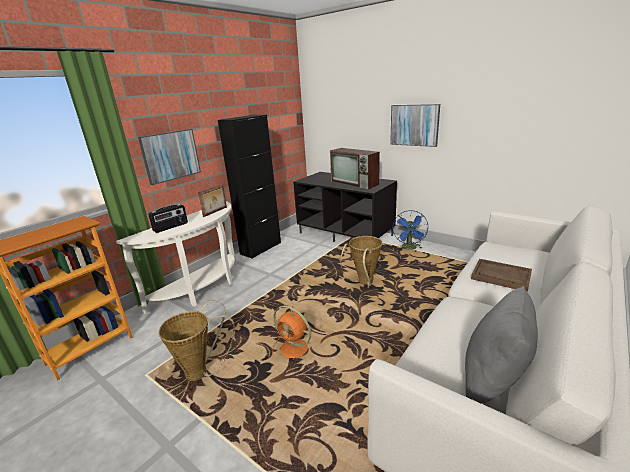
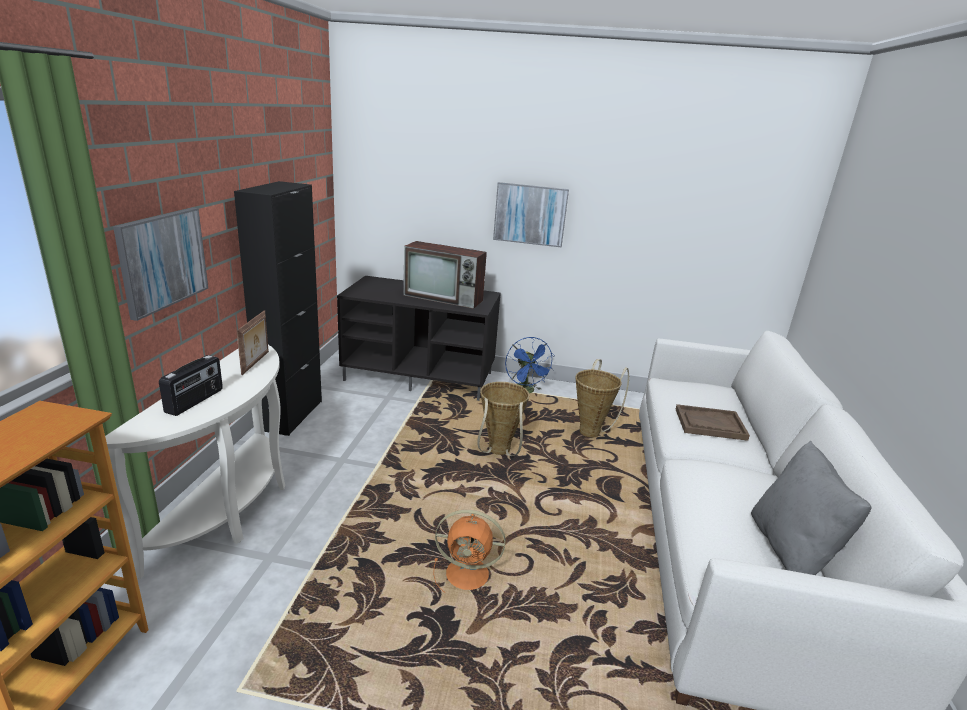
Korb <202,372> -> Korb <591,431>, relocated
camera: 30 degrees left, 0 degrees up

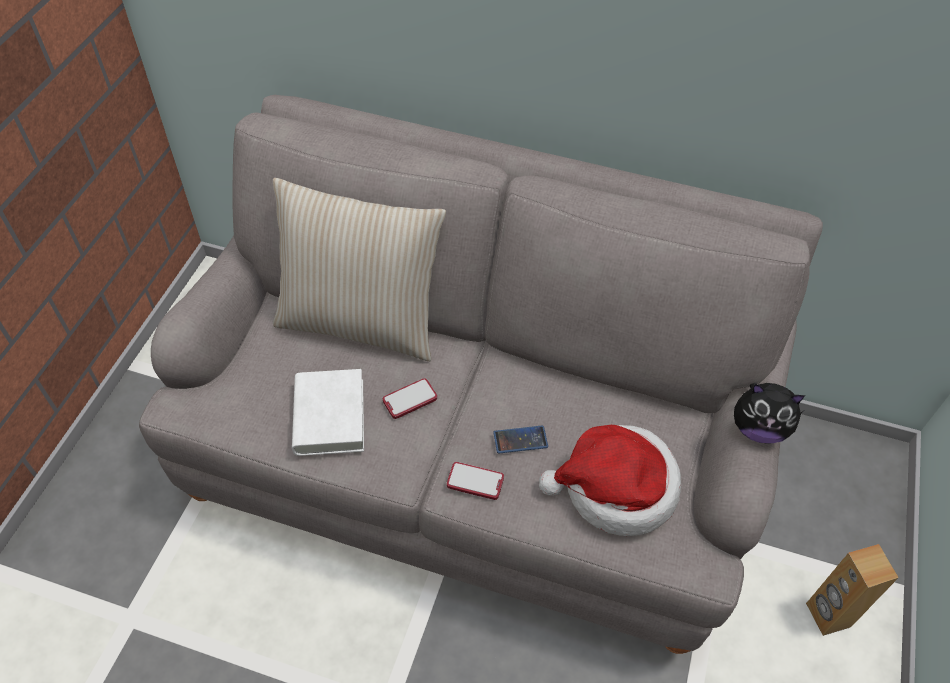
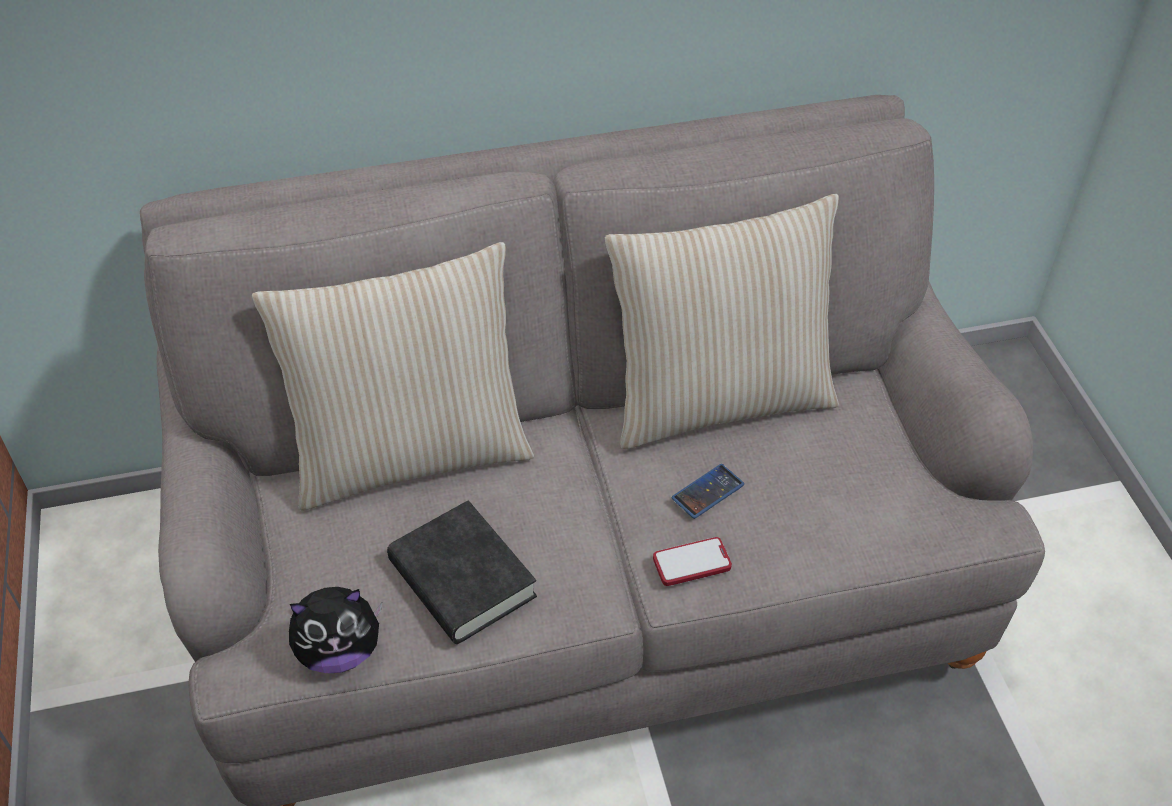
Handy <410,399> -> none
Hut <616,489> -> none
Lautsprecher/braun <827,615> -> none
none -> Kissen/beige <718,399>
Plüschtier <758,428> -> Plüschtier <339,651>, relocated
Buch/weiß <329,417> -> Buch/schwarz <462,579>
camera: 30 degrees left, 5 degrees down

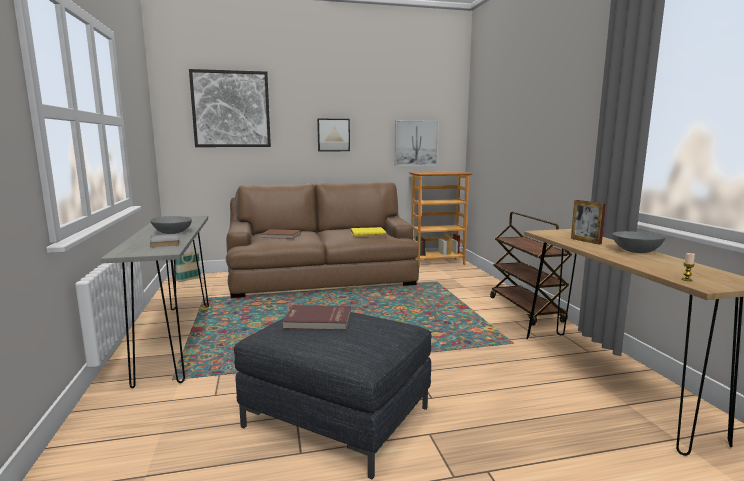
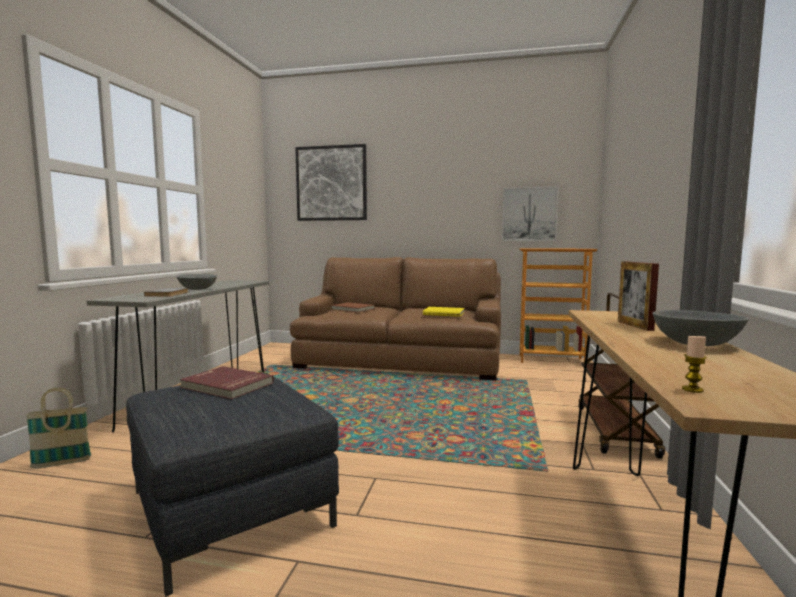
Bild <333,135> -> none
Korb <189,279> -> Korb <62,463>, relocated
camera: 25 degrees right, 5 degrees down

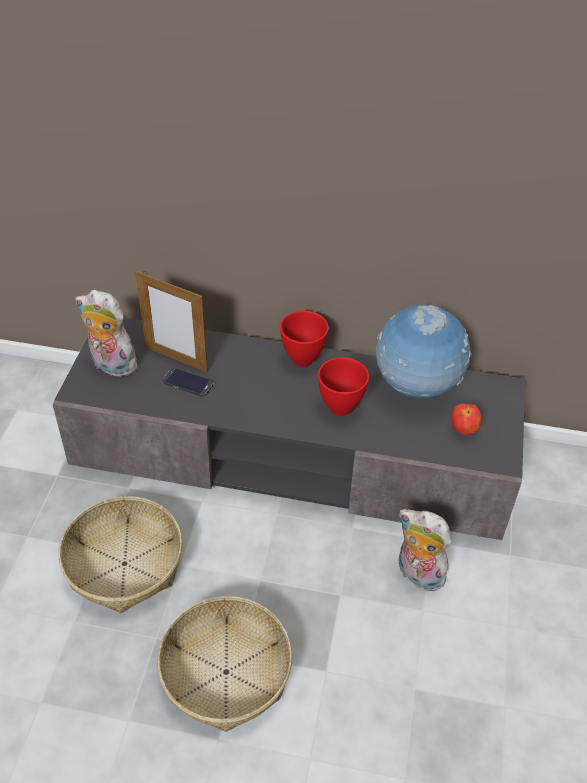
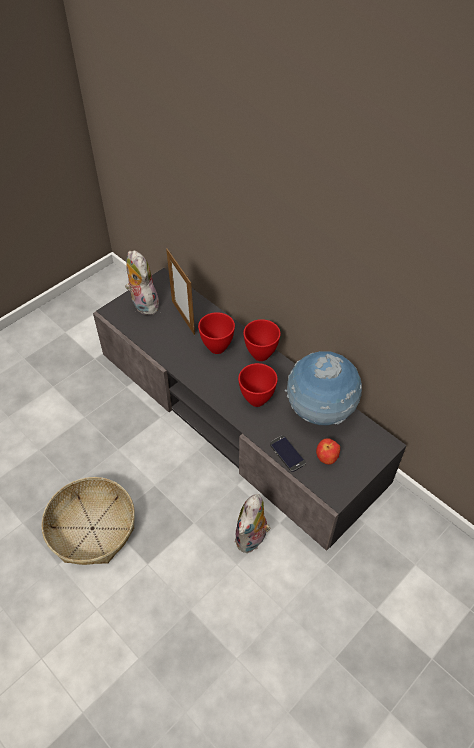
Korb <124,563> -> none
none -> Schüssel/rot <216,348>
Handy <188,382> -> Handy <287,453>, relocated
Plüschtier <417,574> -> Plüschtier <252,539>, 135 degrees counterclockwise
camera: 35 degrees right, 5 degrees up

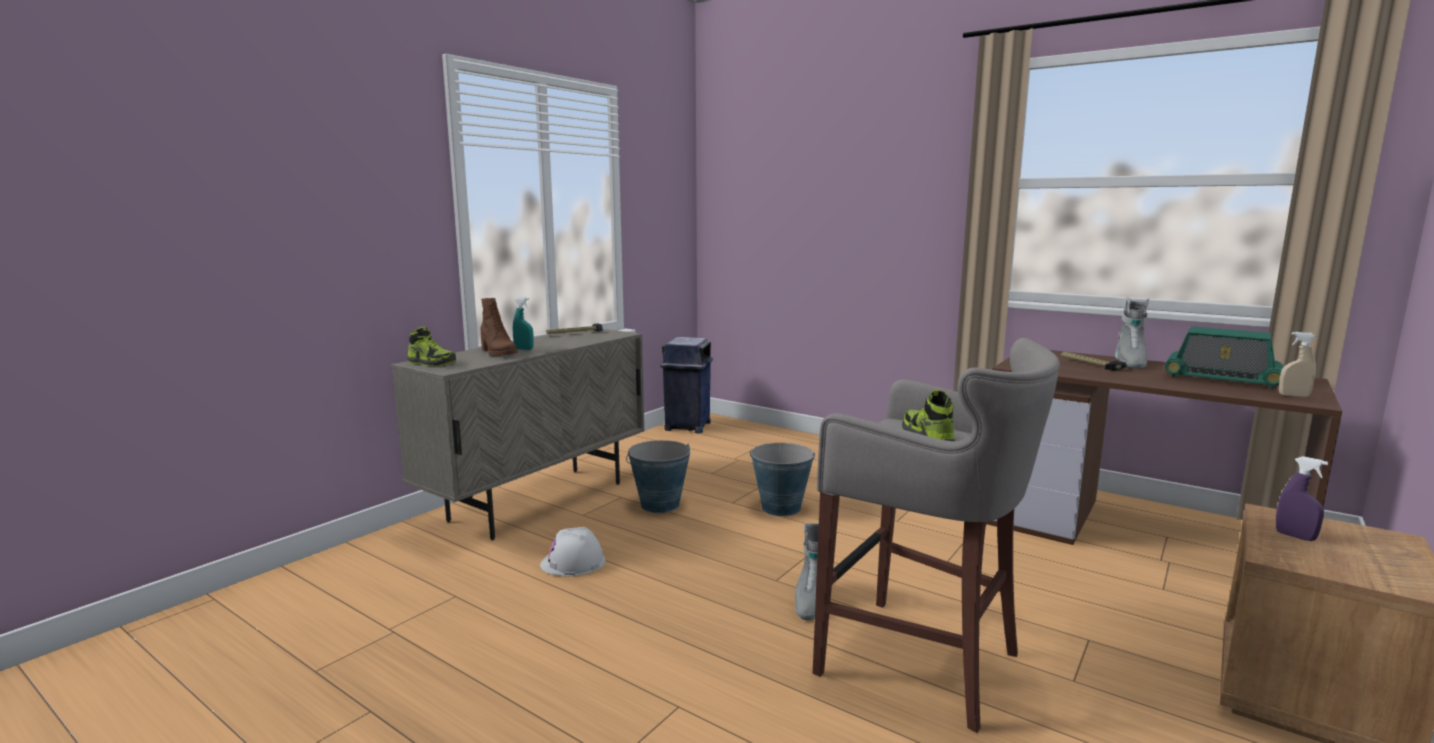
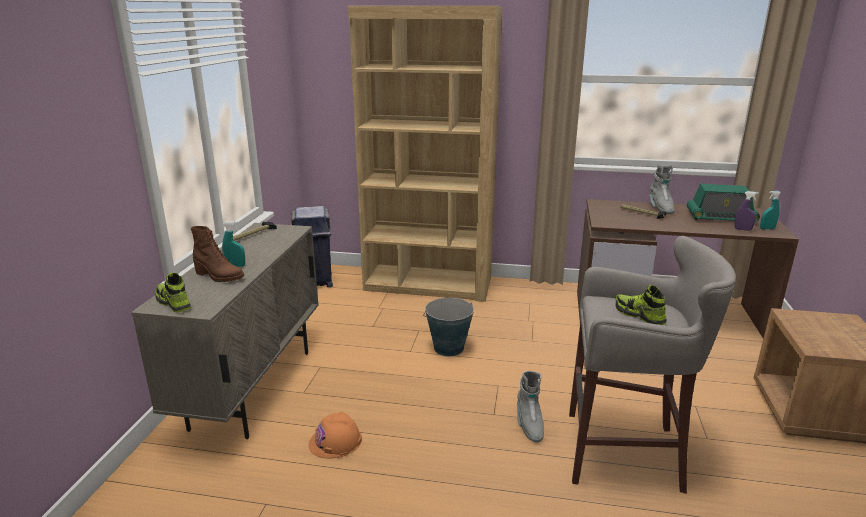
Eimer <659,505> -> none
none -> Bücherregal/braun <428,285>
Sprühflasche/lila <1295,536> -> Sprühflasche/lila <743,229>, relocated
Schutzhelm/weiß <573,562> -> Schutzhelm/orange <335,441>
Sprühflasche/beige <1293,396> -> Sprühflasche/türkis <767,229>
Schuh <432,363> -> Schuh <173,303>, 135 degrees counterclockwise
camera: 25 degrees left, 10 degrees up

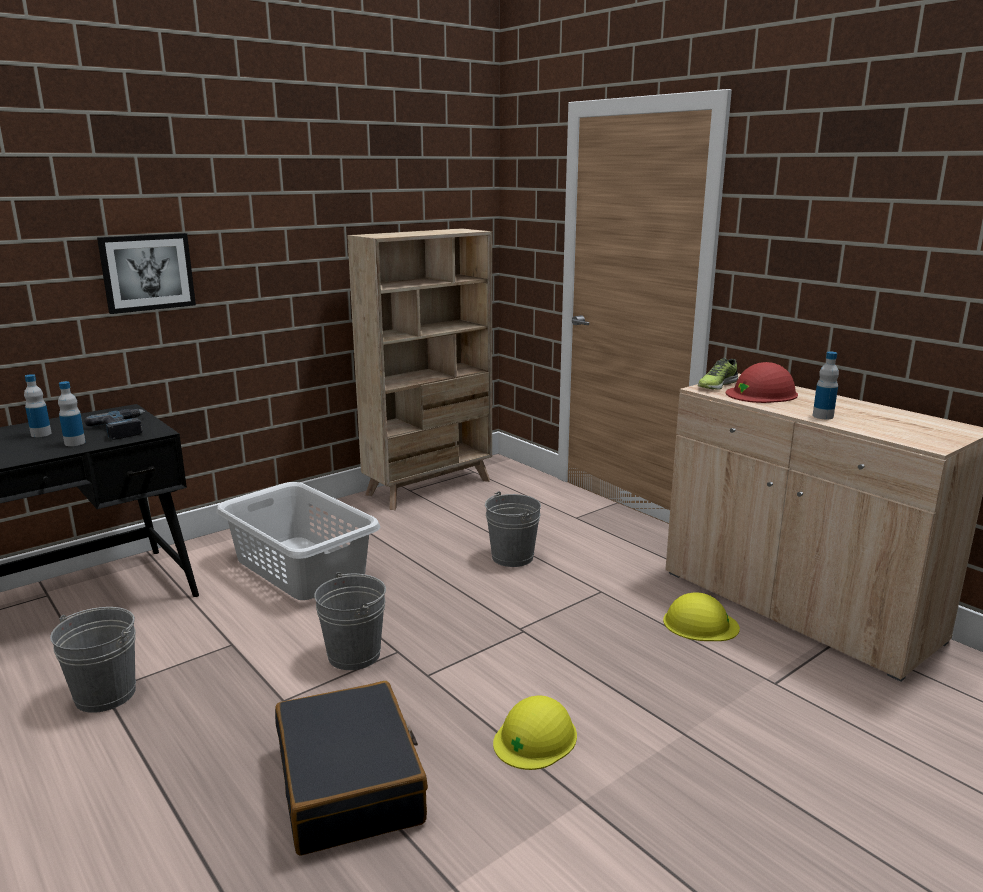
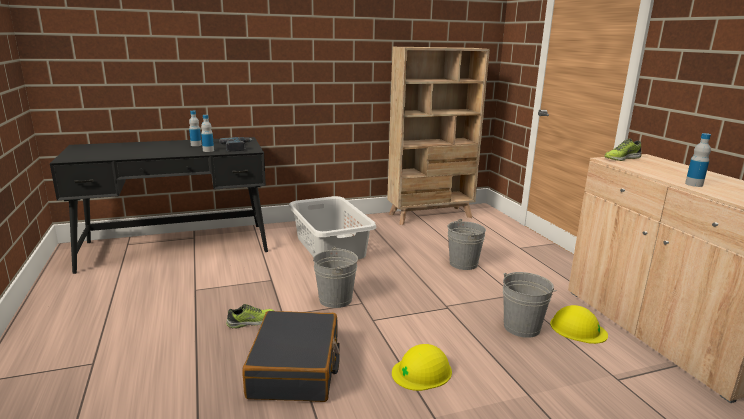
Bild <147,272> -> none
Schutzhelm/rot <762,394> -> none
none -> Schuh <251,322>
Eimer/grau <105,694> -> Eimer/grau <522,327>, relocated
camera: 20 degrees right, 0 degrees up

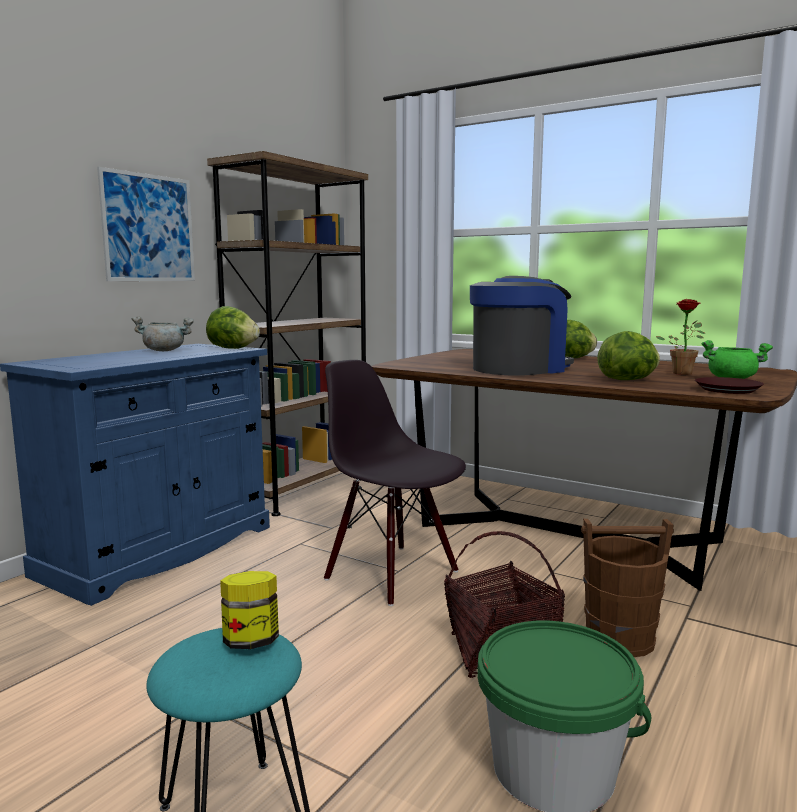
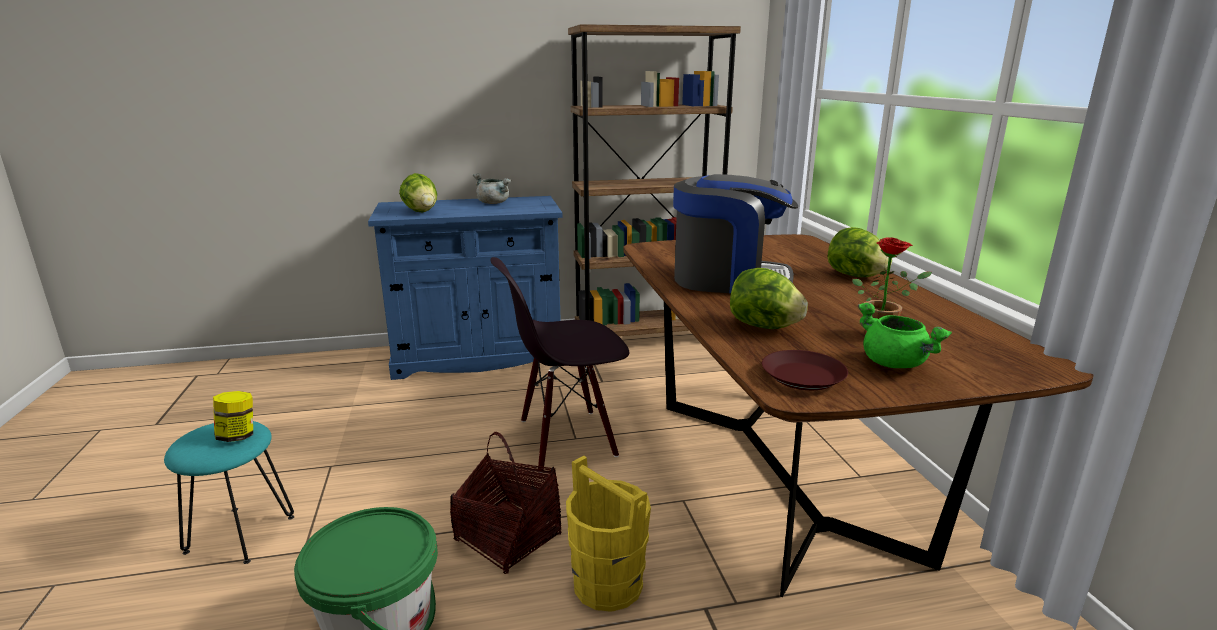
Bild <148,228> -> none
Salatkopf <232,348> -> Salatkopf <421,211>, relocated
Eimer/braun <620,639> -> Eimer/gelb <608,585>
Stuhl/schwarz <393,574> -> Stuhl/schwarz <566,439>, 105 degrees counterclockwise
camera: 45 degrees right, 10 degrees up

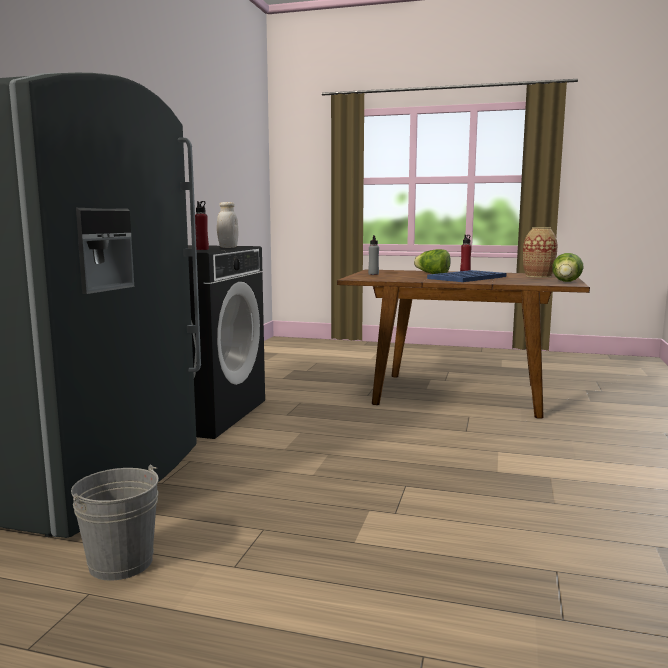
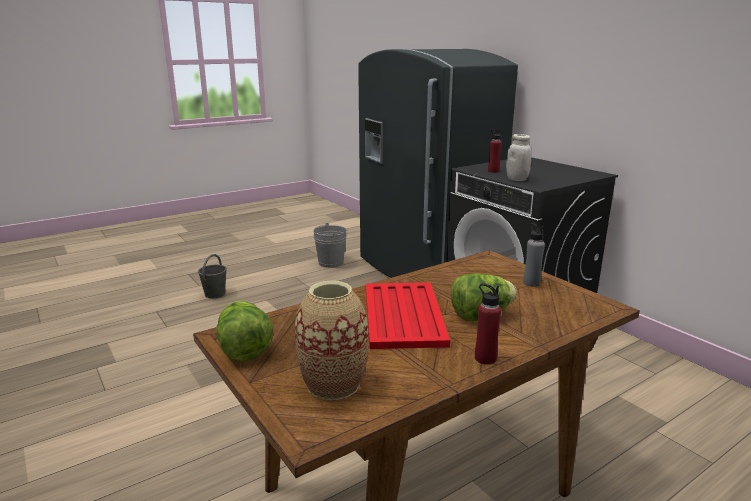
none -> Eimer/grau <215,294>
Tablett/blau <466,278> -> Tablett/rot <403,314>
camera: 130 degrees right, 10 degrees up

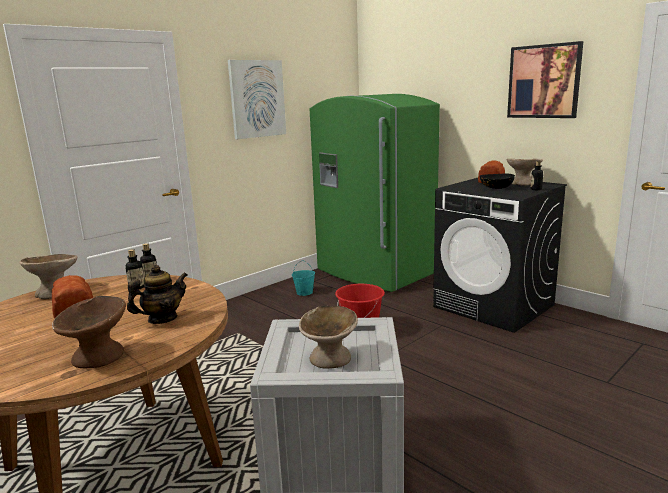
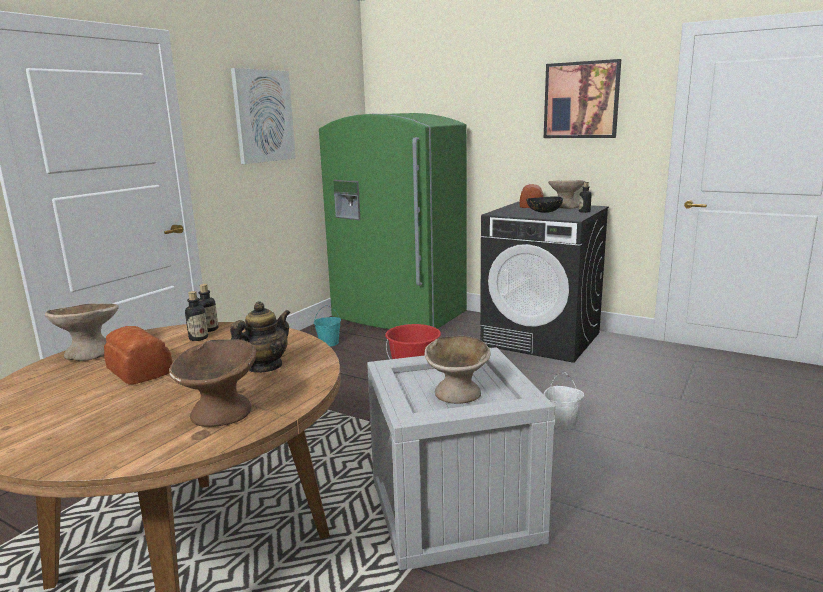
none -> Eimer/weiß <562,423>
camera: 15 degrees left, 0 degrees up

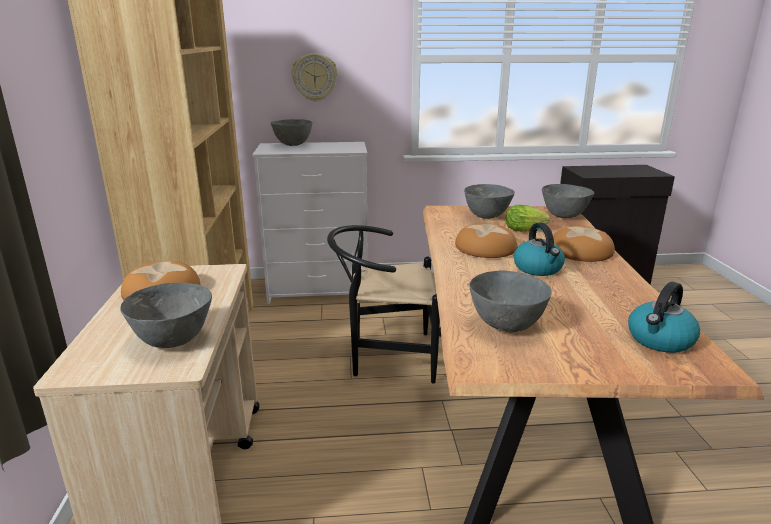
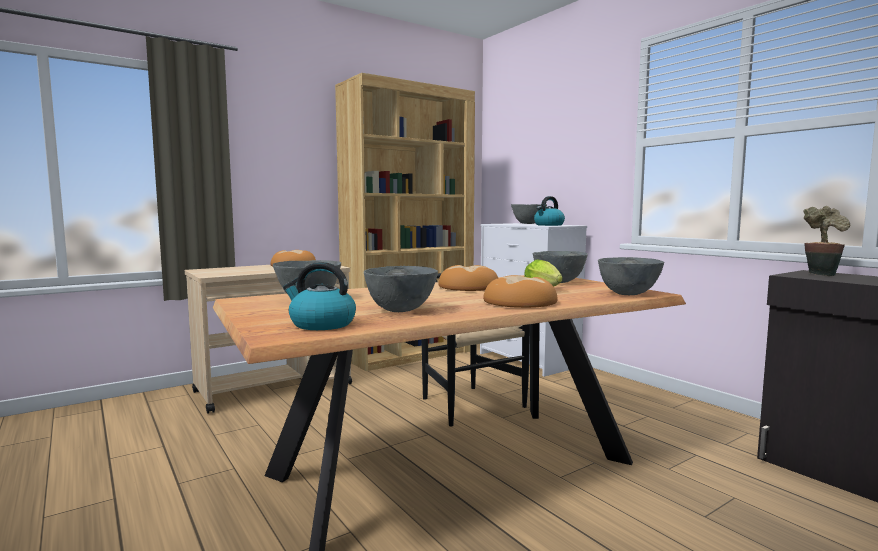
Wanduhr <314,77> -> none
none -> Topfpflanze <820,274>
Schüssel/grau <173,341> -> Schüssel/grau <400,310>, relocated
Wasserkessel <538,268> -> Wasserkessel <548,225>, relocated
camera: 60 degrees right, 15 degrees down

